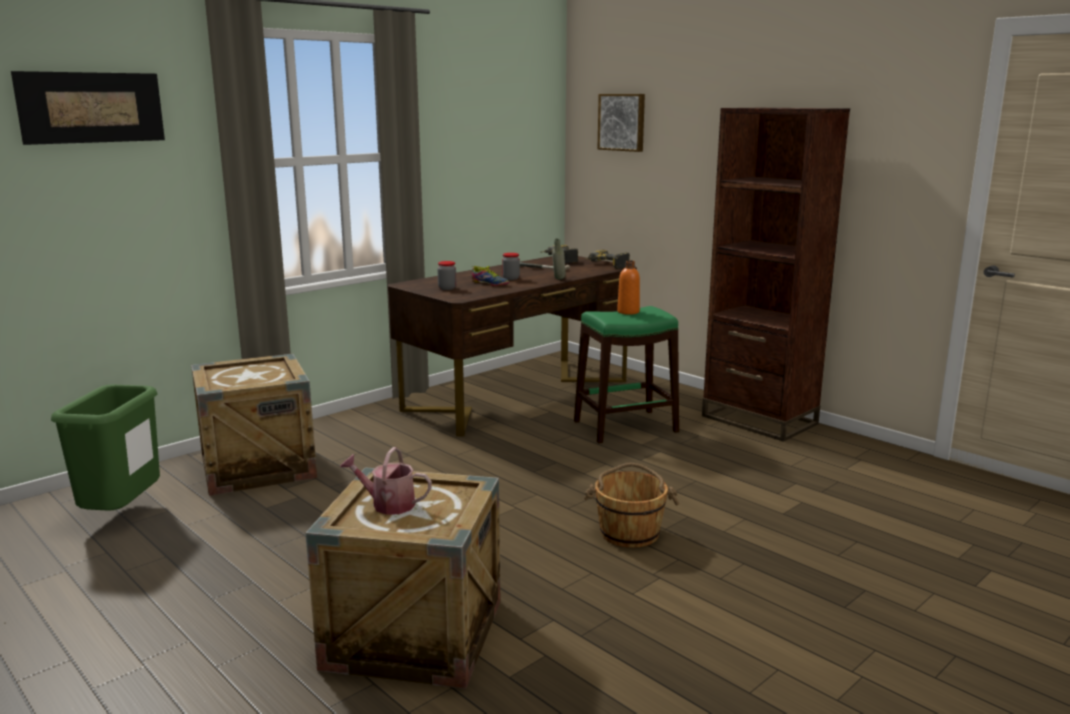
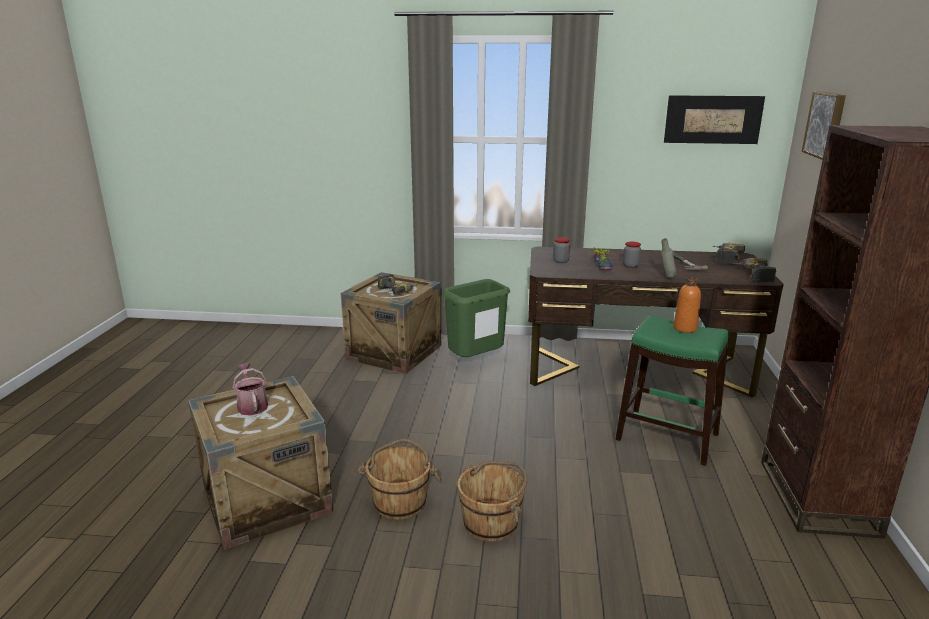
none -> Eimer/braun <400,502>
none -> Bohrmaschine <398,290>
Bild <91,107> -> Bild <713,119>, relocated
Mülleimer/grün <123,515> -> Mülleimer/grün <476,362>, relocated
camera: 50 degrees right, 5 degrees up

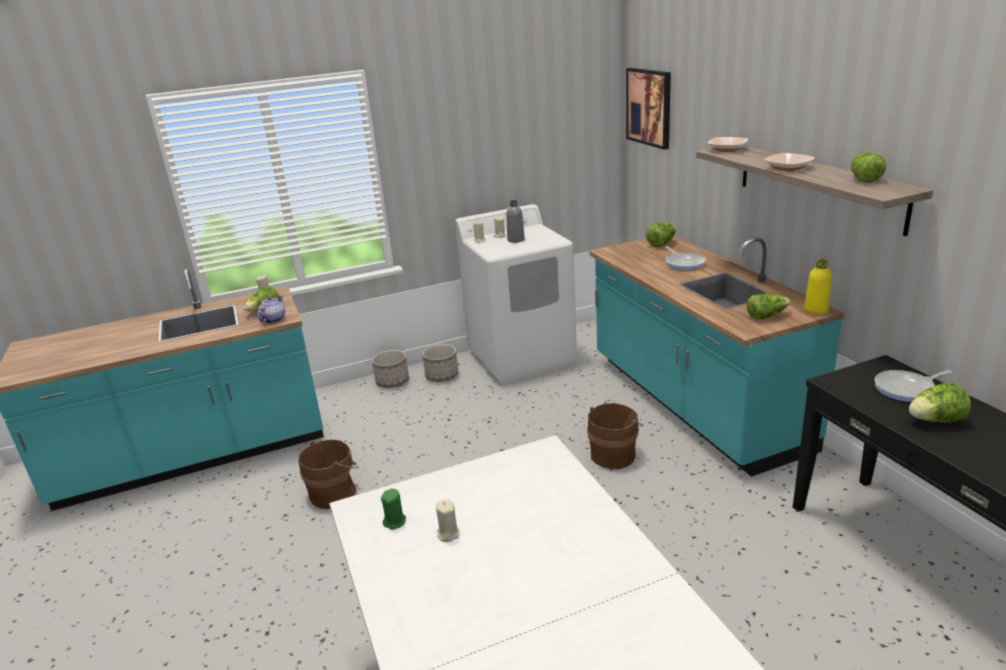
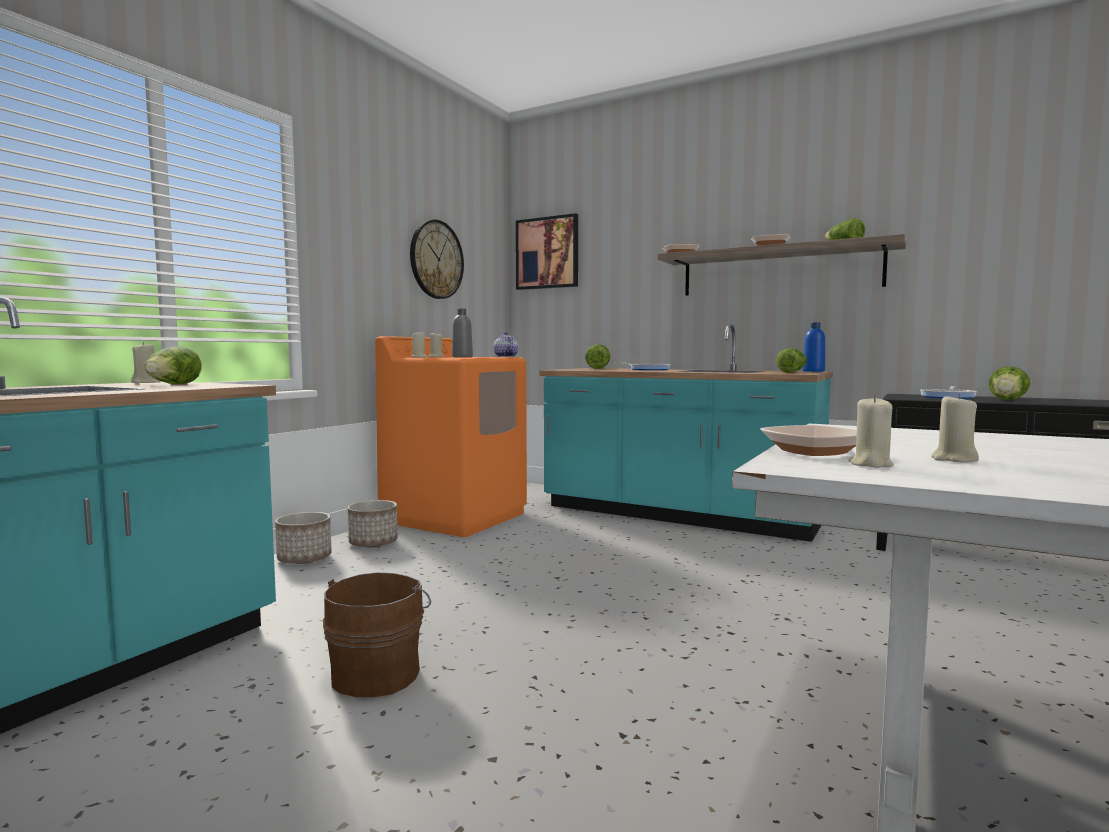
Eimer/braun <614,454> -> none
none -> Wanduhr <436,259>
none -> Schüssel <813,451>
Teekanne <273,319> -> Teekanne <505,357>, relocated
Kerze/grün <395,522> -> Kerze/beige <870,464>
Waschmaschine/weiß <522,358> -> Waschmaschine/orange <455,517>
Flasche/gelb <816,310> -> Flasche/blau <813,371>
camera: 40 degrees left, 20 degrees down

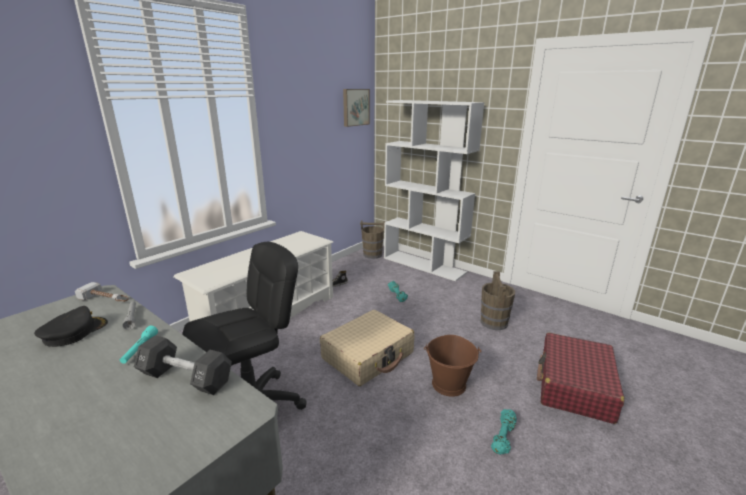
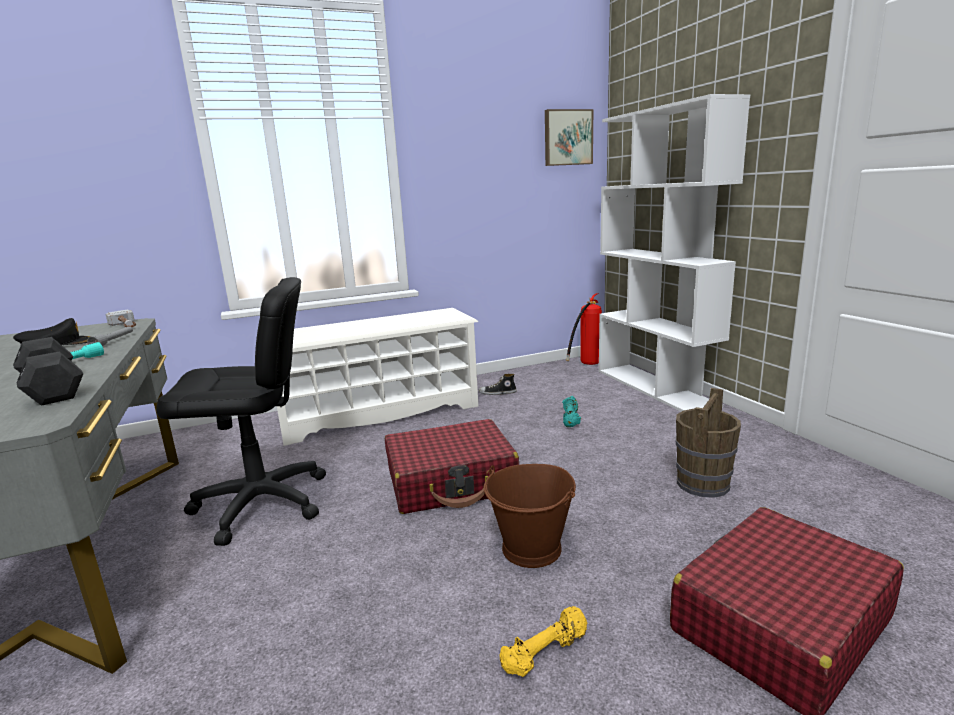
Eimer/braun <372,254> -> Feuerlöscher <585,365>
Koffer/beige <368,356> -> Koffer/rot <452,482>
Hantel/türkis <504,438> -> Hantel/gelb <545,654>
camera: 30 degrees right, 5 degrees down

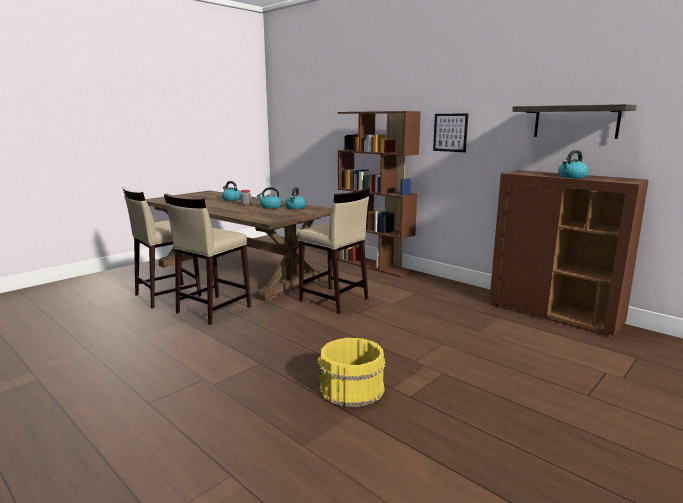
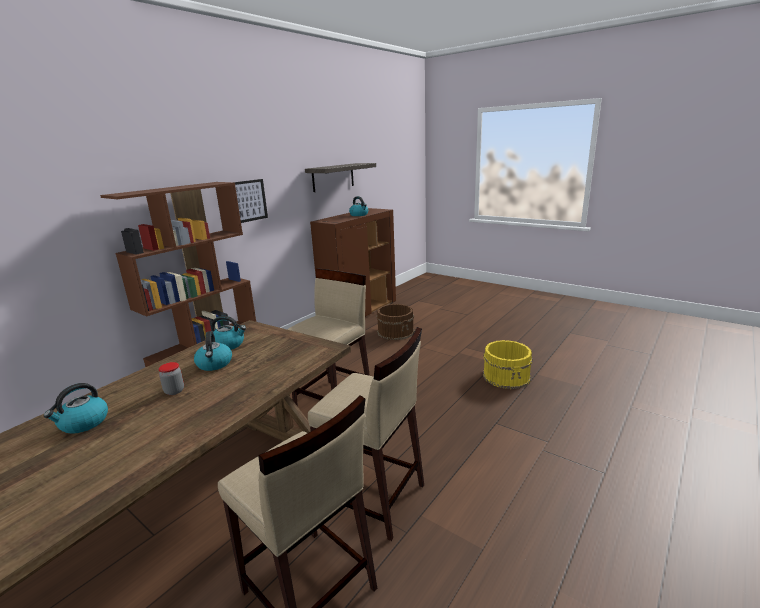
none -> Eimer/braun <396,332>
camera: 95 degrees left, 5 degrees up

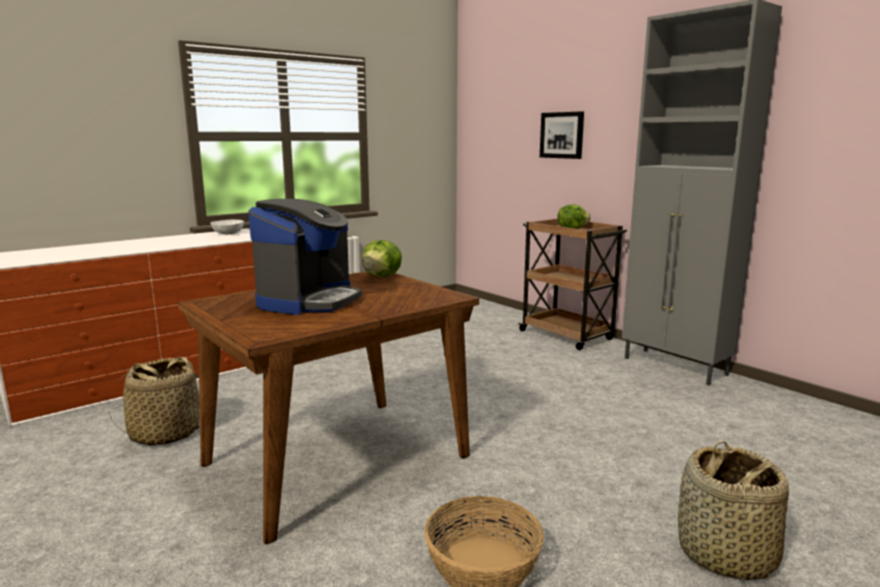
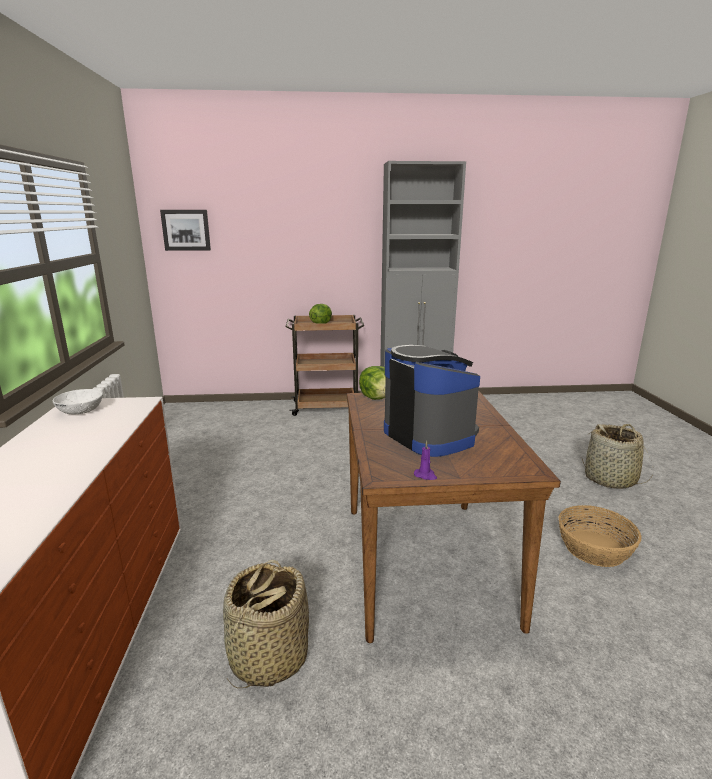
none -> Kerze/lila <425,475>
Bild <562,135> -> Bild <186,230>, relocated
camera: 55 degrees left, 5 degrees up

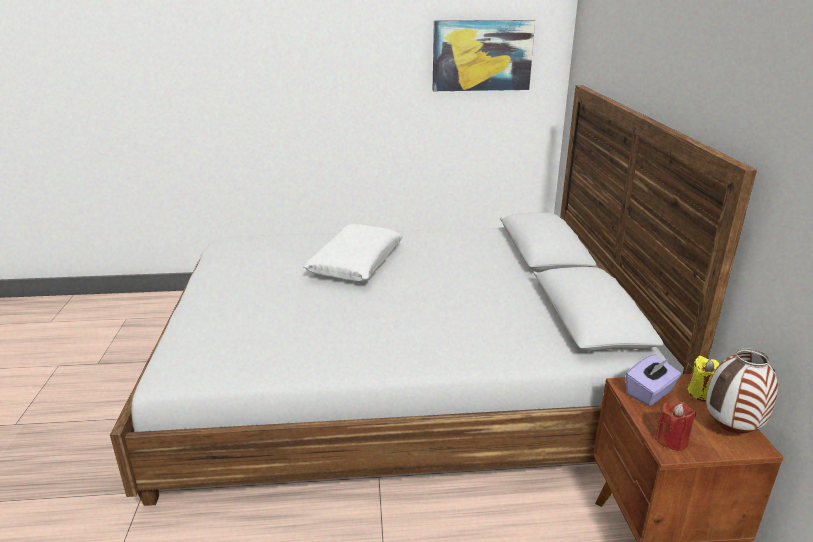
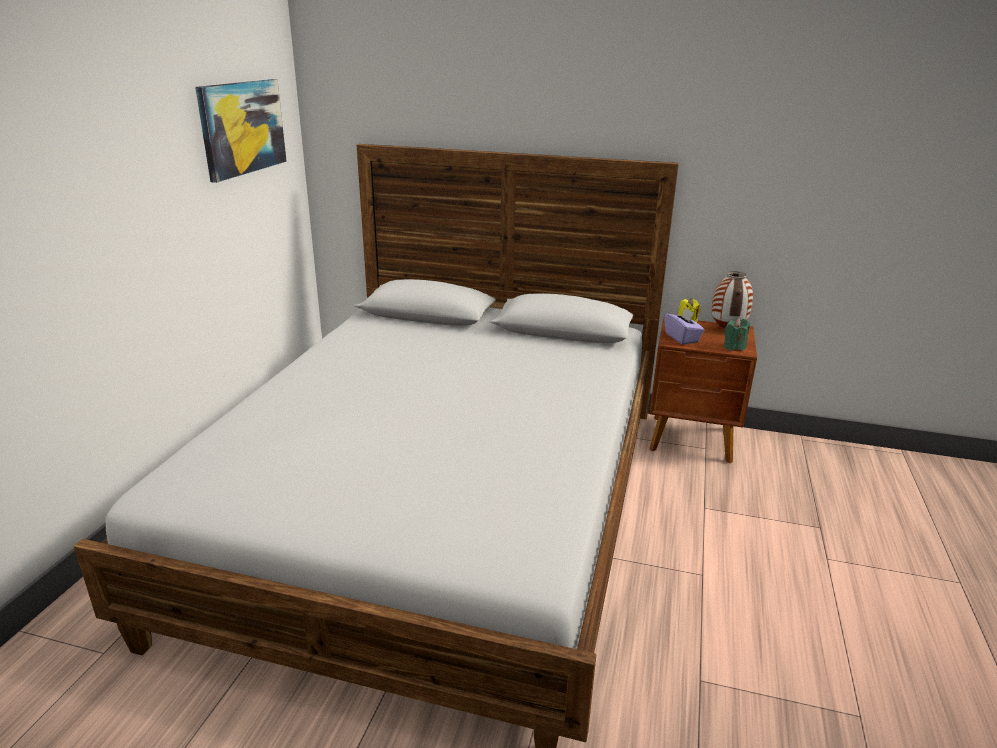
Kissen/weiß <356,263> -> none
Kerze/rot <671,440> -> Kerze/grün <734,347>
camera: 70 degrees left, 0 degrees up

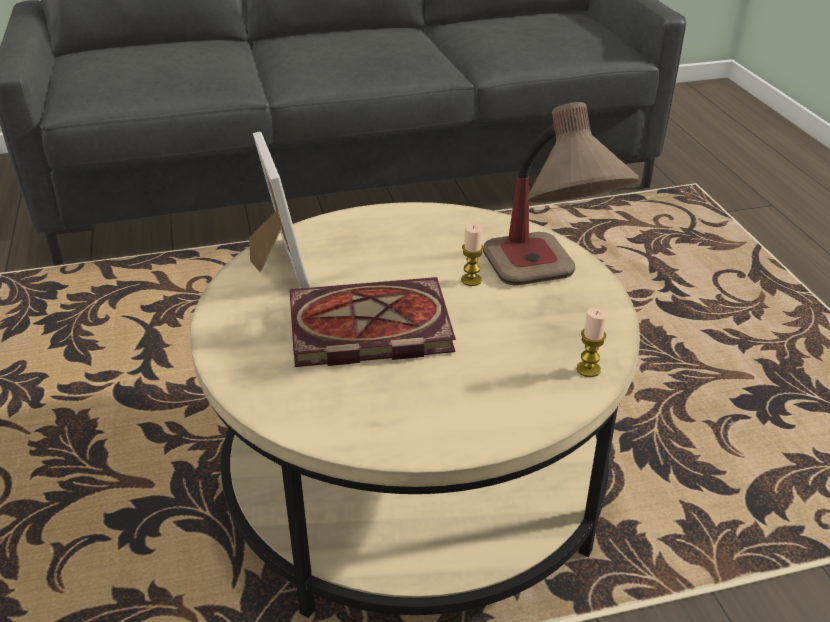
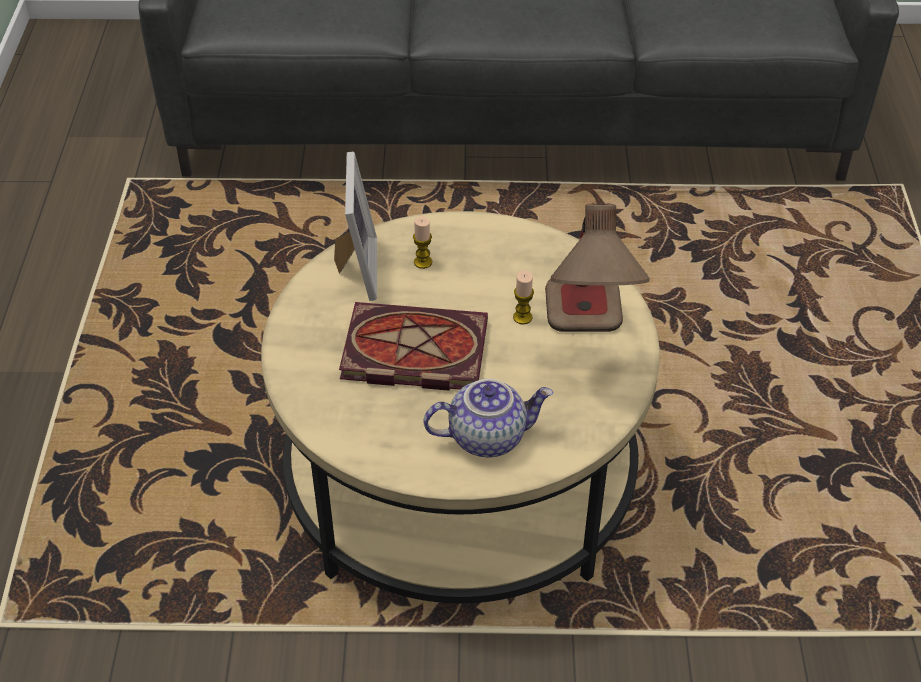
none -> Teekanne <487,436>
Kerze <588,369> -> Kerze <423,262>, relocated
camera: 15 degrees right, 10 degrees up

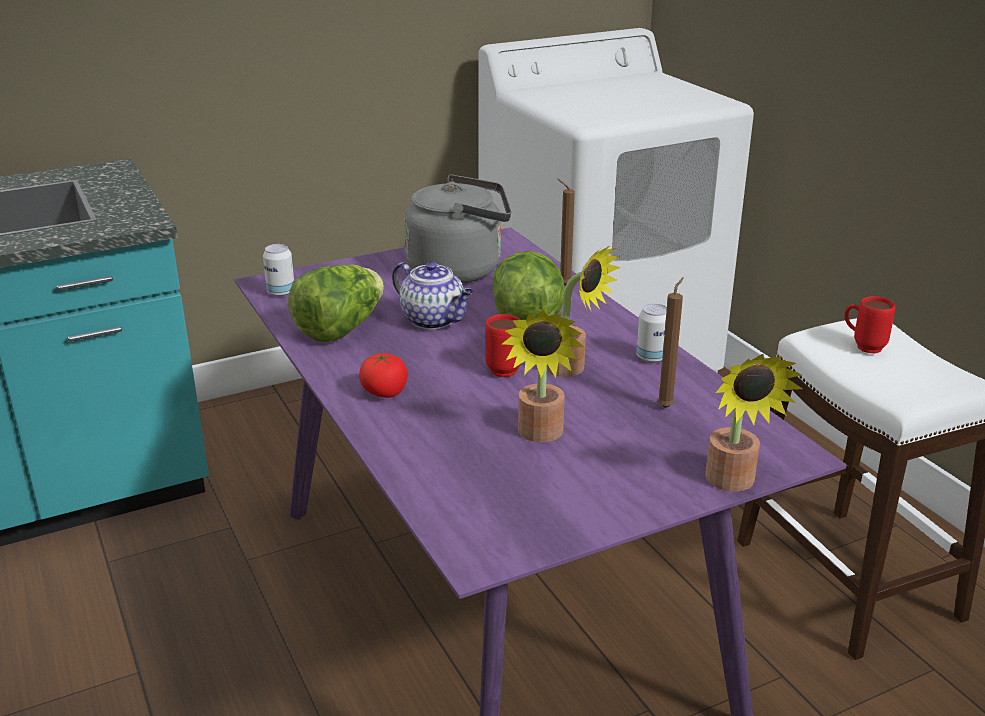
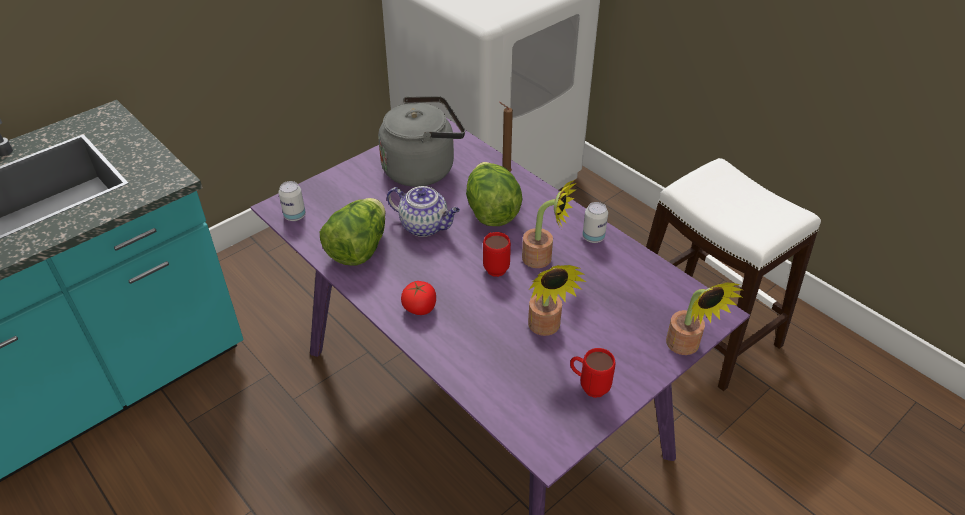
Kerze/braun <666,406> -> none
Henkelbecher/rot <862,346> -> Henkelbecher/rot <588,386>, relocated
camera: 15 degrees left, 15 degrees up

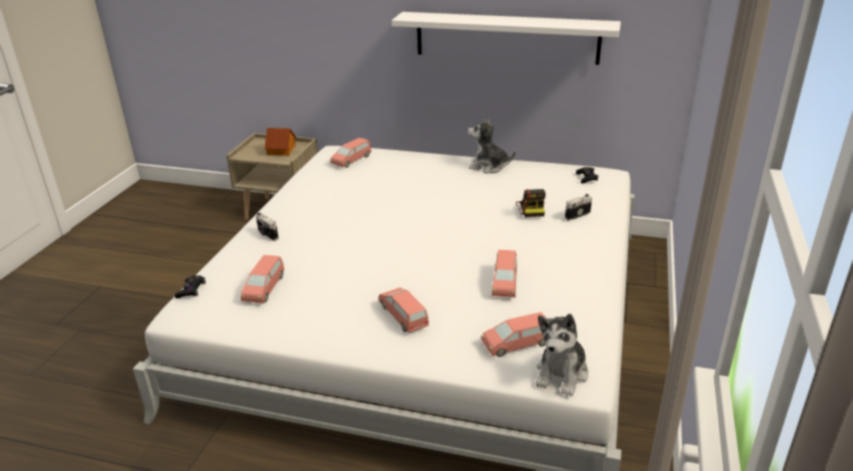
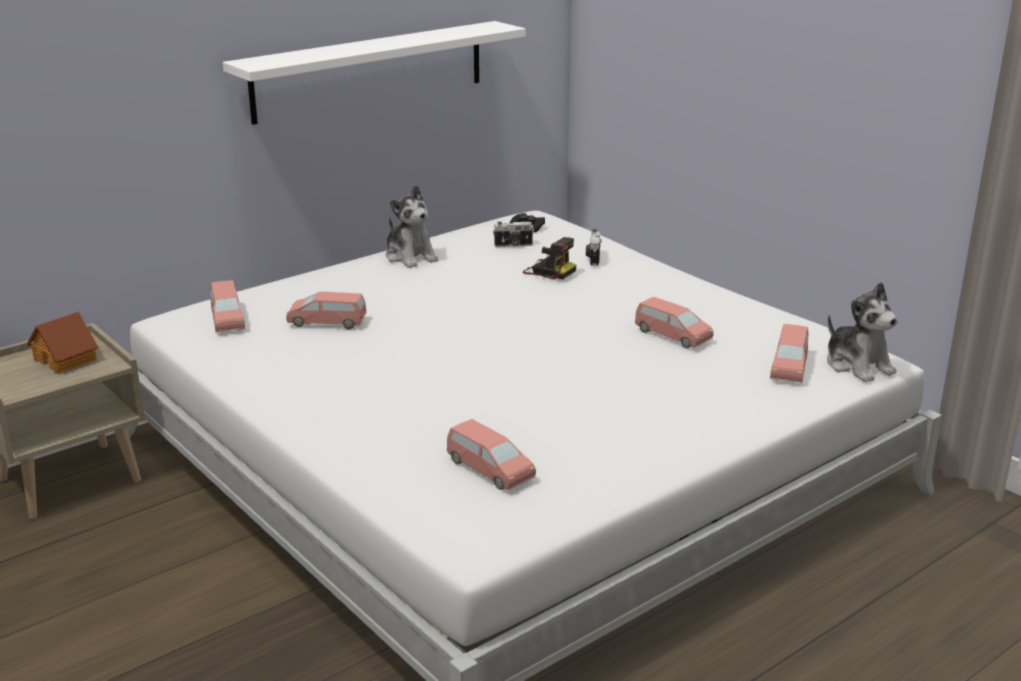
Gamepad/schwarz <191,290> -> none
Kamera <267,235> -> Kamera <513,245>, relocated
Spielzeugauto/rosa <403,316> -> Spielzeugauto/rosa <327,322>, relocated
Plüschtier <488,167> -> Plüschtier <410,257>, 90 degrees counterclockwise
camera: 55 degrees left, 5 degrees down

